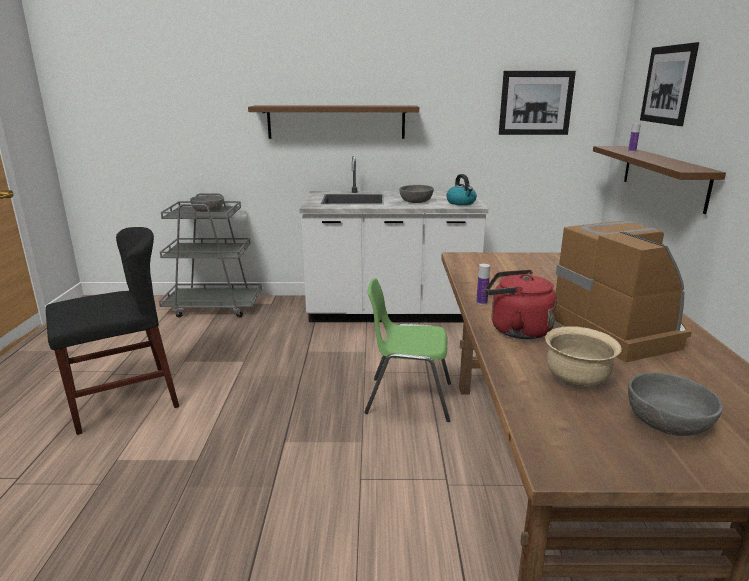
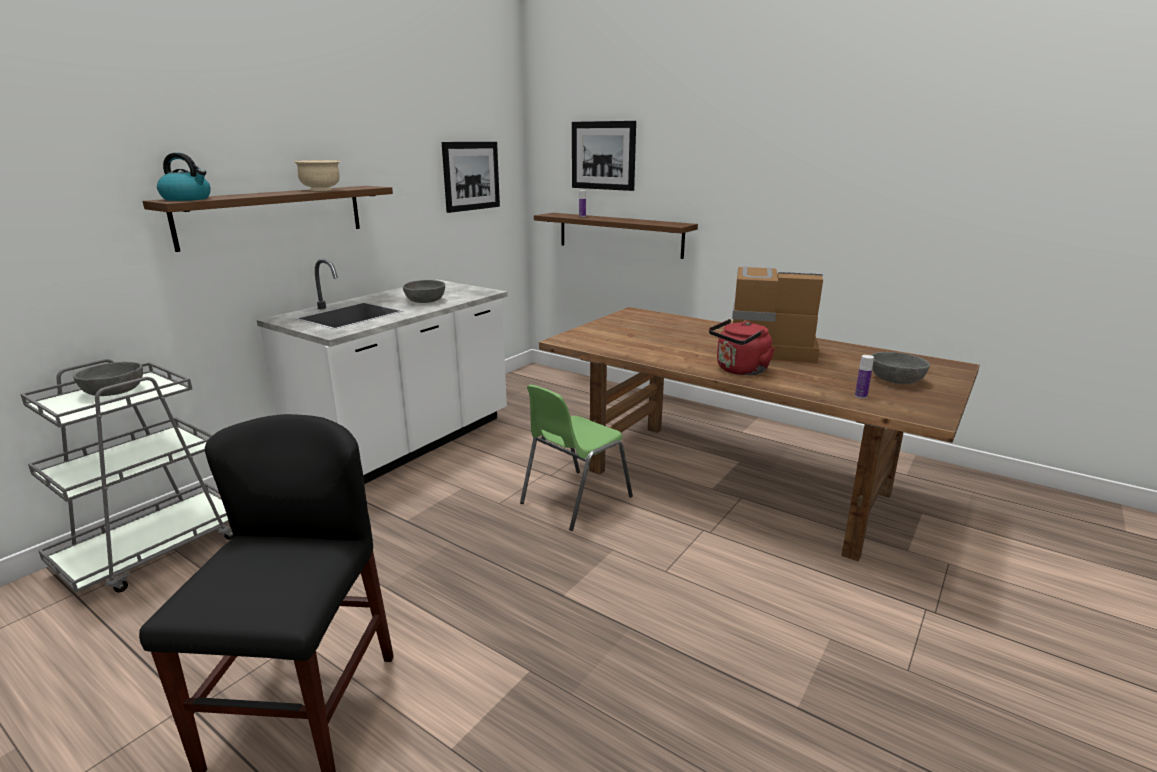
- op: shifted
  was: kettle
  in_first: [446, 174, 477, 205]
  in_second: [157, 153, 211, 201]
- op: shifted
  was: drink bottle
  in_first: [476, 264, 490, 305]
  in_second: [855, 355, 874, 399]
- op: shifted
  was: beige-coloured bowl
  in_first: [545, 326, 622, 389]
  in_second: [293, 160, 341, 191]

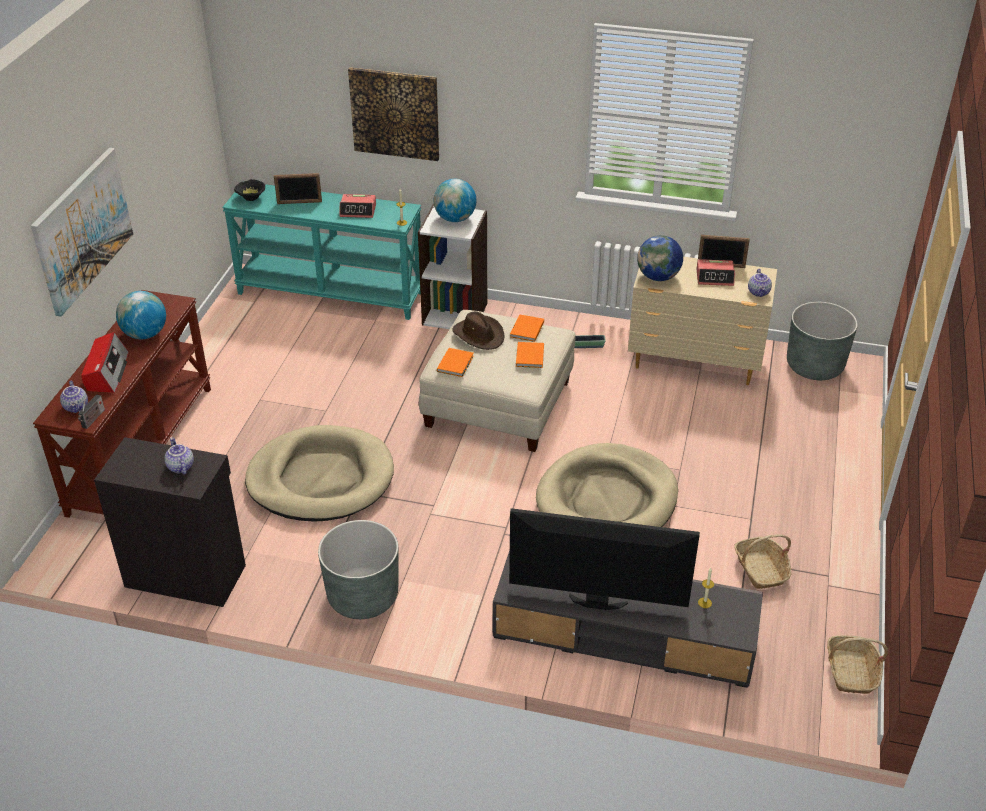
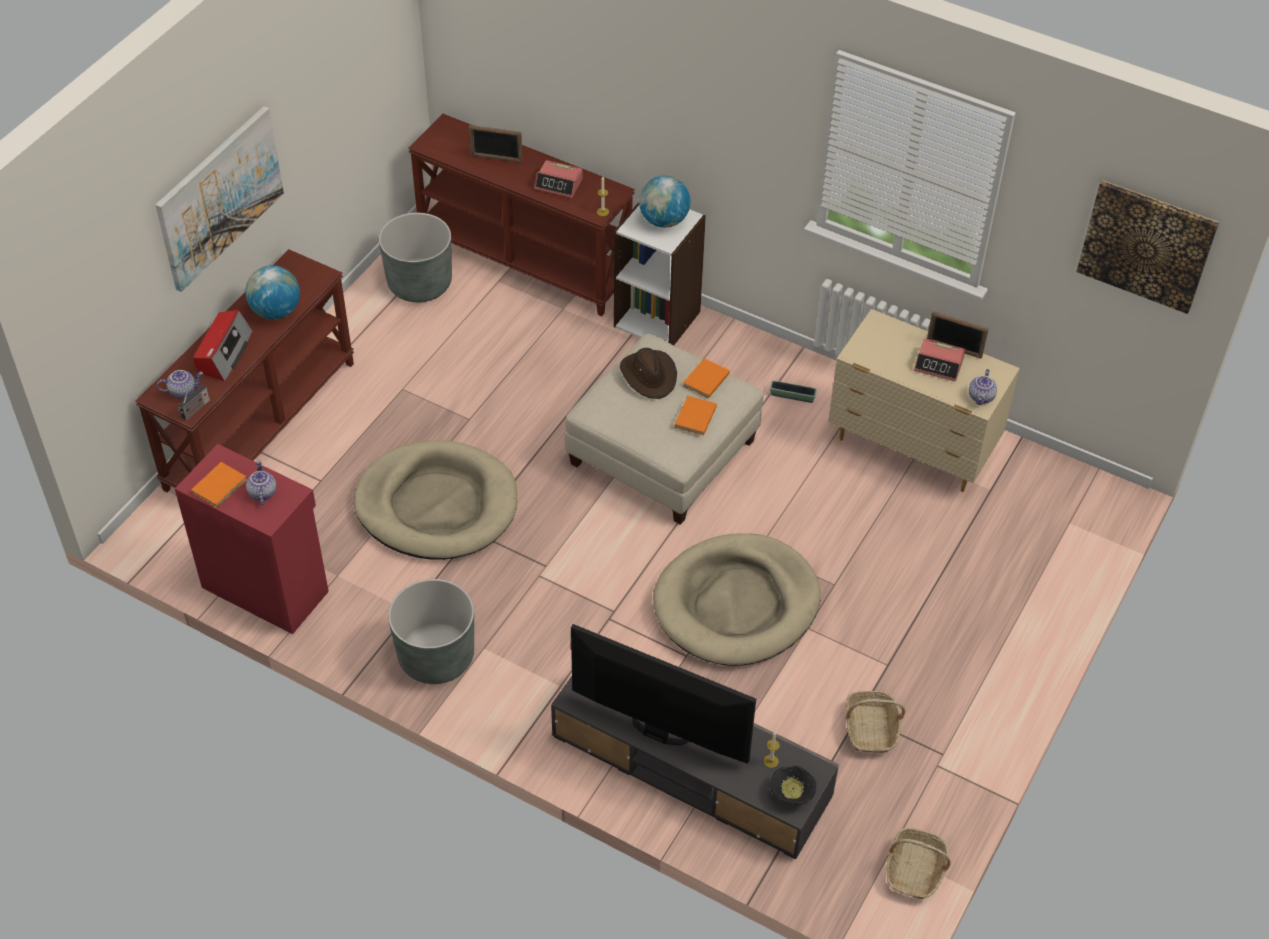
- op: shifted
  was: picture
  in_first: [348, 67, 439, 161]
  in_second: [1076, 180, 1219, 314]
- op: shifted
  was: black-coloured bowl
  in_first: [234, 179, 265, 201]
  in_second: [770, 766, 816, 806]
- op: repainted
  was: turquoise-coloured hall table
  now: brown hall table
  in_first: [222, 181, 421, 320]
  in_second: [408, 114, 635, 316]
- op: gone
  was: globe
  in_first: [637, 235, 683, 281]
- op: shifted
  was: grey flower pot
  in_first: [787, 302, 858, 380]
  in_second: [379, 213, 452, 302]
- op: shifted
  was: orange book
  in_first: [437, 348, 474, 377]
  in_second: [191, 462, 247, 508]
- op: rotated
  was: teapot
  in_first: [60, 381, 88, 413]
  in_second: [157, 370, 203, 398]
  clockwise: -105
- op: repainted
  was: black-coloured cabinet
  now: reddish cabinet
  in_first: [94, 437, 246, 607]
  in_second: [175, 444, 329, 634]

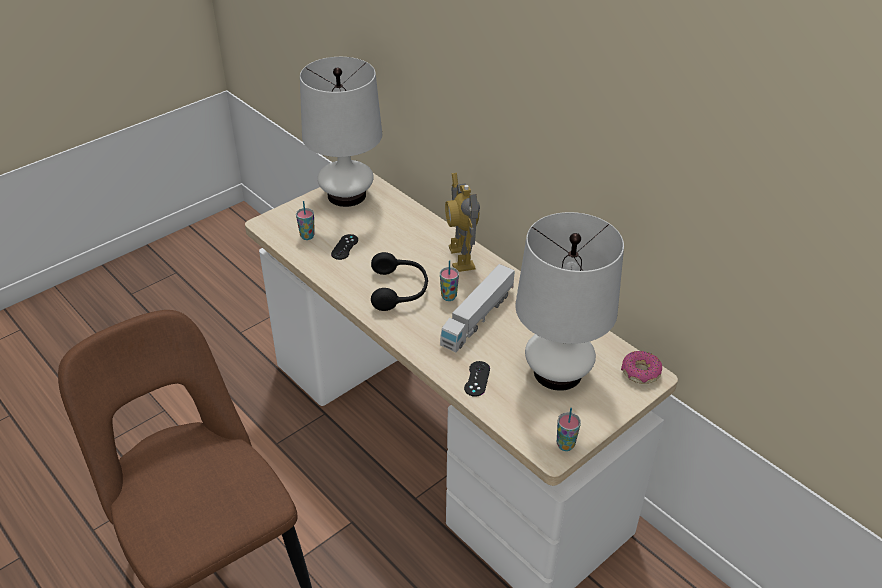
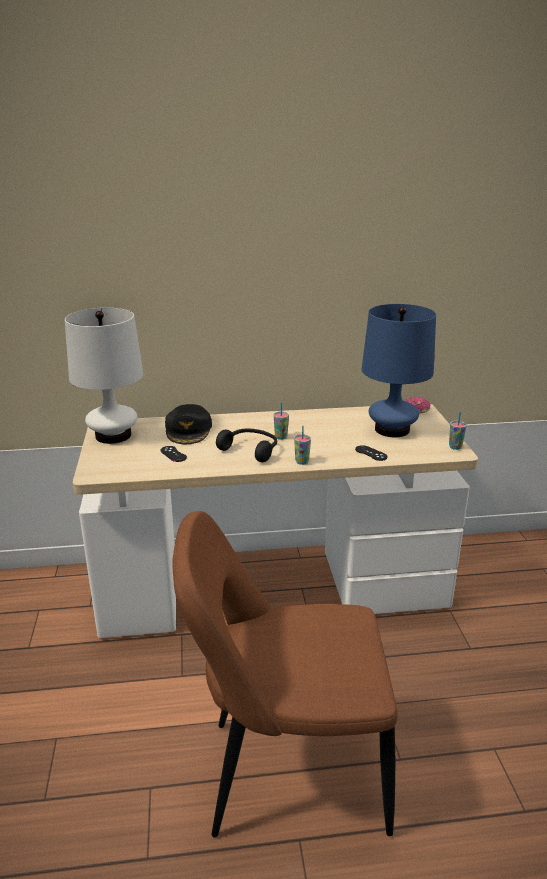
- op: gone
  was: model robot
  in_first: [445, 173, 480, 272]
- op: shifted
  was: small cup
  in_first: [296, 201, 315, 240]
  in_second: [294, 426, 311, 465]
- op: repainted
  was: whitish tabletop lamp
  now: blue tabletop lamp
  in_first: [515, 212, 624, 391]
  in_second: [362, 304, 436, 437]
- op: gone
  was: toy lorry
  in_first: [440, 264, 515, 352]
- op: new
  now: black-coloured baseball cap
  in_second: [165, 404, 212, 444]

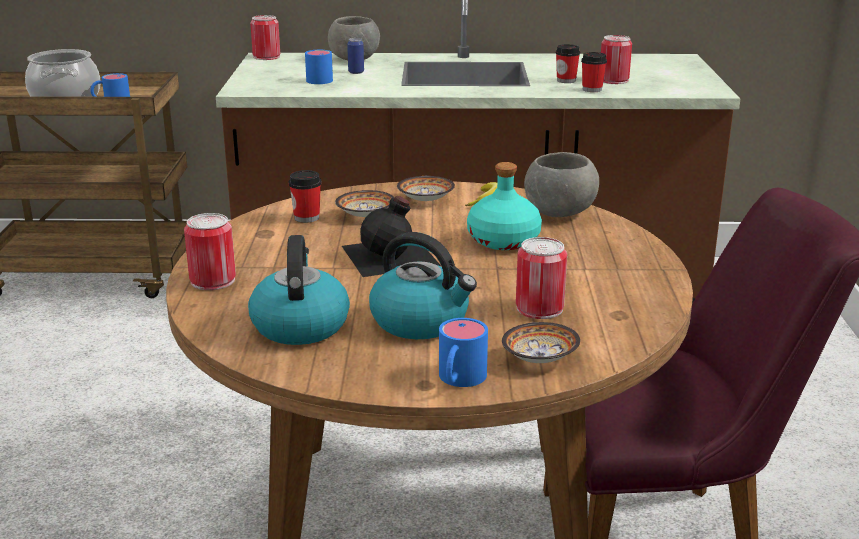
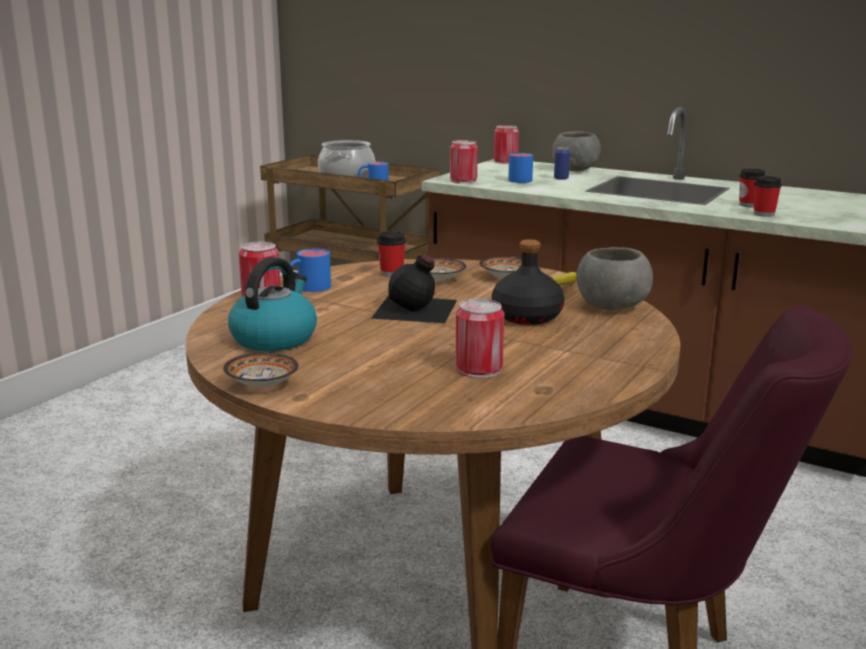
- op: shifted
  was: metal can
  in_first: [601, 35, 632, 84]
  in_second: [450, 140, 478, 183]
- op: repainted
  was: turquoise-coloured drink bottle
  now: black-coloured drink bottle
  in_first: [467, 162, 542, 250]
  in_second: [492, 239, 565, 325]
- op: gone
  was: kettle
  in_first: [369, 232, 477, 339]
- op: shifted
  was: blue mug
  in_first: [439, 318, 488, 387]
  in_second: [289, 249, 331, 292]
- op: shifted
  was: bowl
  in_first: [502, 322, 580, 363]
  in_second: [223, 353, 298, 387]

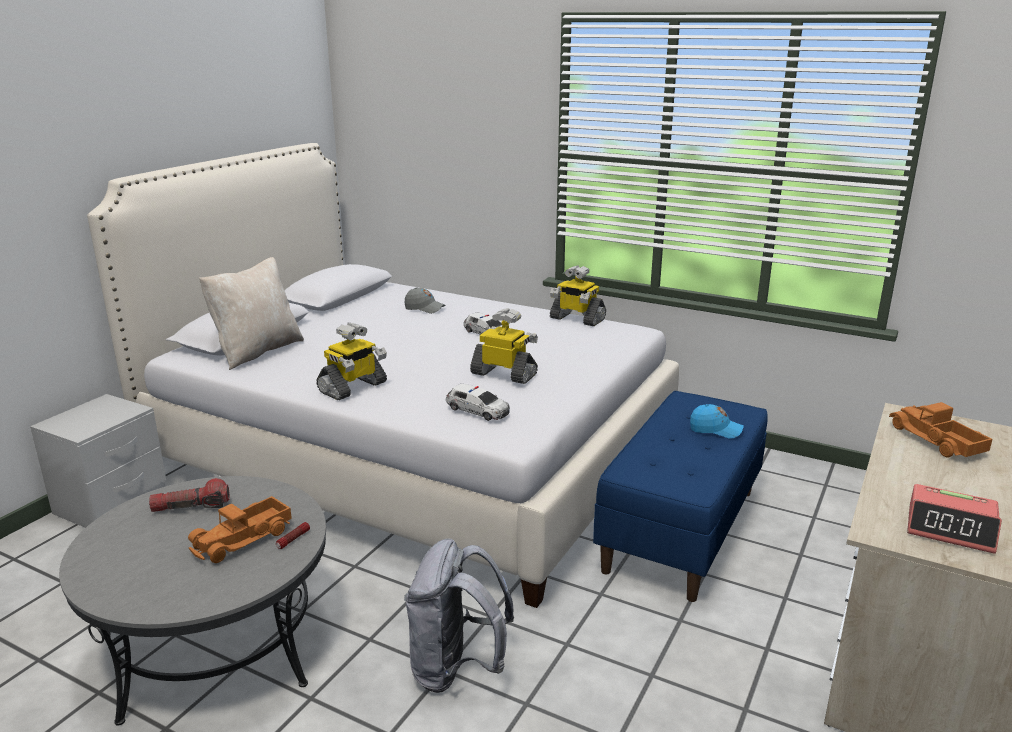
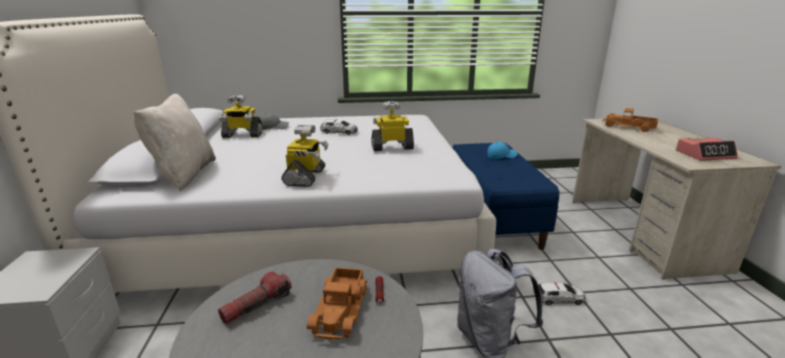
- op: shifted
  was: model robot
  in_first: [550, 265, 606, 326]
  in_second: [219, 95, 263, 138]
- op: shifted
  was: miniature car
  in_first: [446, 384, 510, 421]
  in_second: [534, 282, 586, 305]

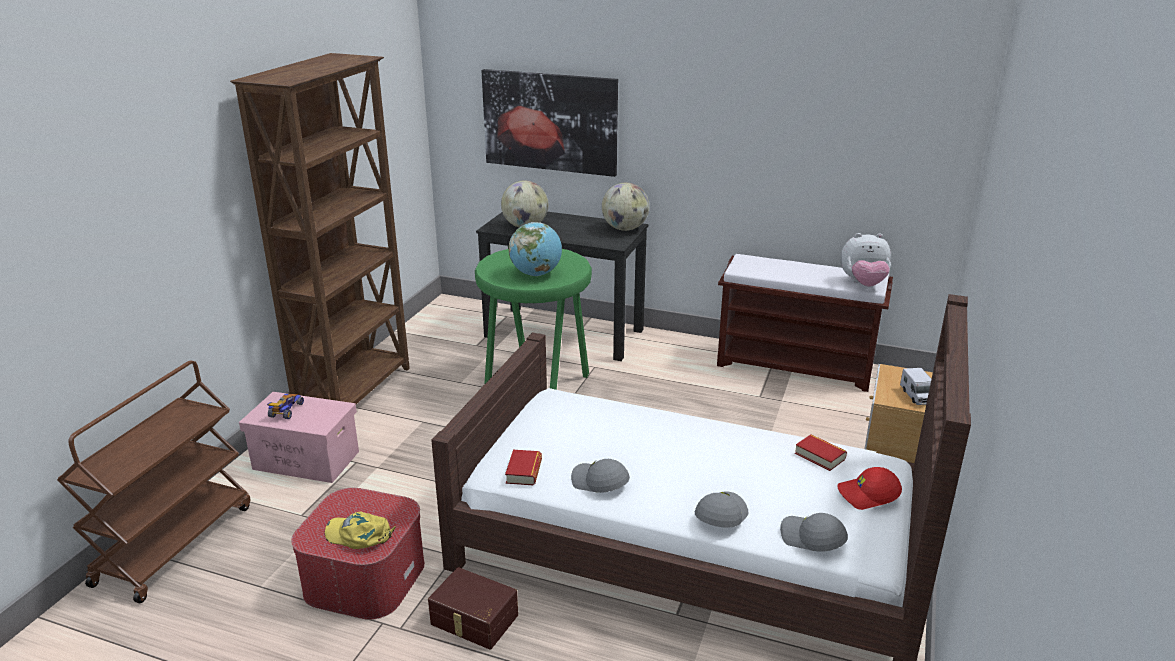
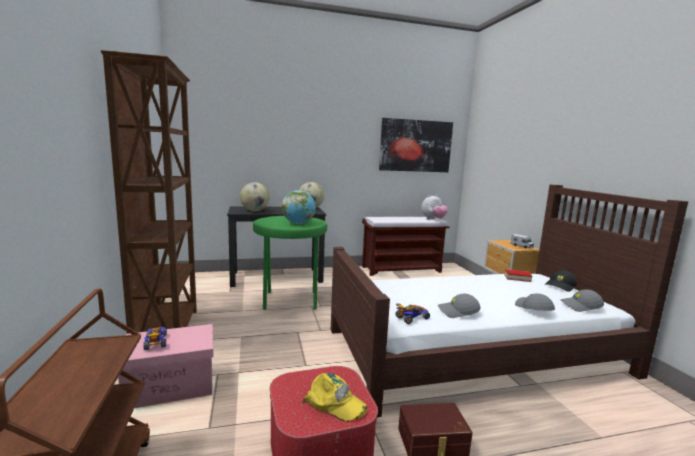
- op: shifted
  was: picture
  in_first: [481, 69, 618, 177]
  in_second: [379, 118, 453, 172]
- op: swapped
  was: book
  now: miniature car
  in_first: [505, 450, 542, 485]
  in_second: [395, 303, 430, 324]
- op: repainted
  was: reddish baseball cap
  now: black-coloured baseball cap
  in_first: [837, 467, 902, 510]
  in_second: [545, 270, 577, 292]
- op: rotated
  was: yellowish baseball cap
  in_first: [325, 512, 396, 549]
  in_second: [302, 373, 367, 422]
  clockwise: -135

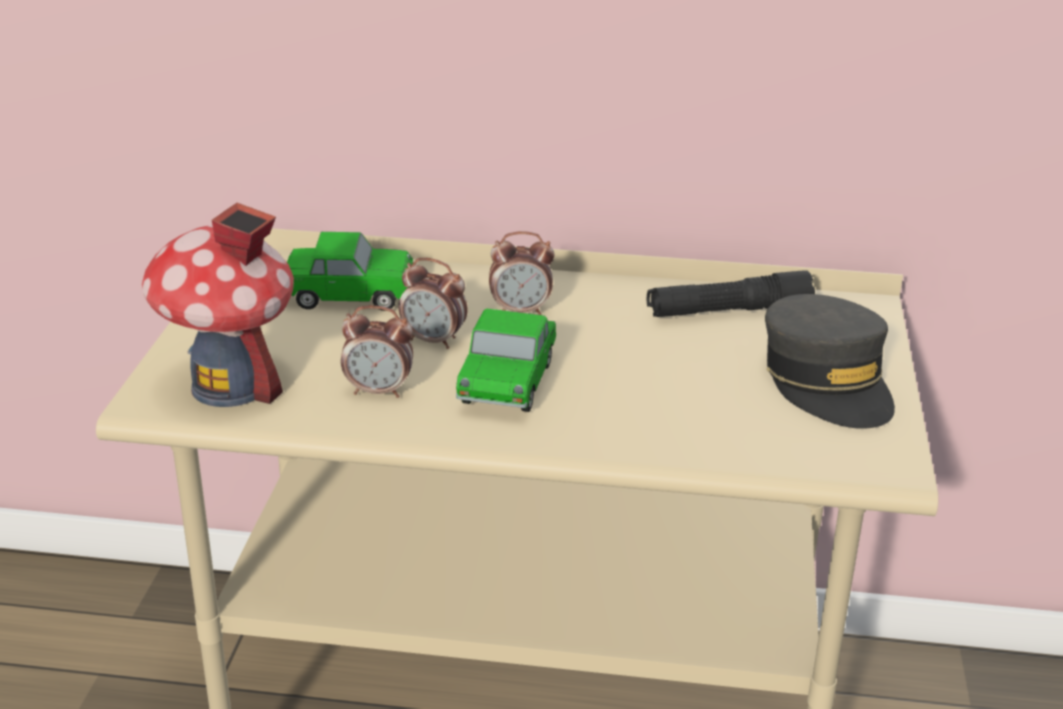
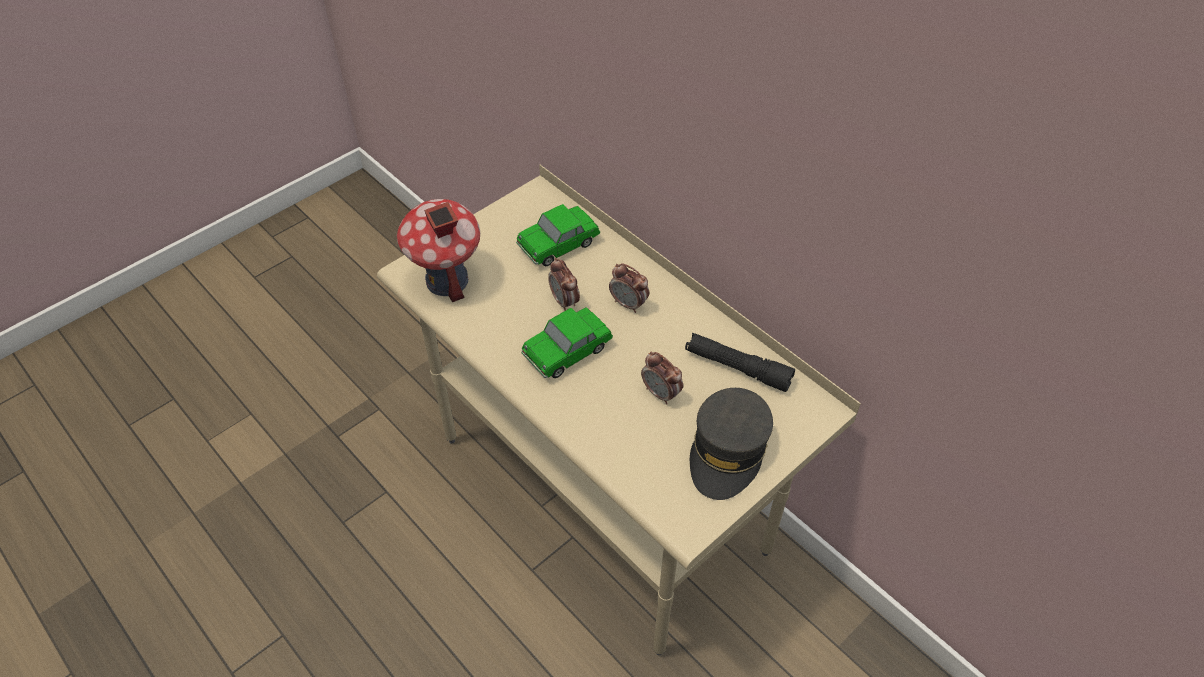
- op: rotated
  was: miniature car
  in_first: [287, 232, 414, 311]
  in_second: [516, 204, 600, 266]
  clockwise: 105
- op: shifted
  was: table clock
  in_first: [341, 305, 413, 398]
  in_second: [641, 352, 683, 405]

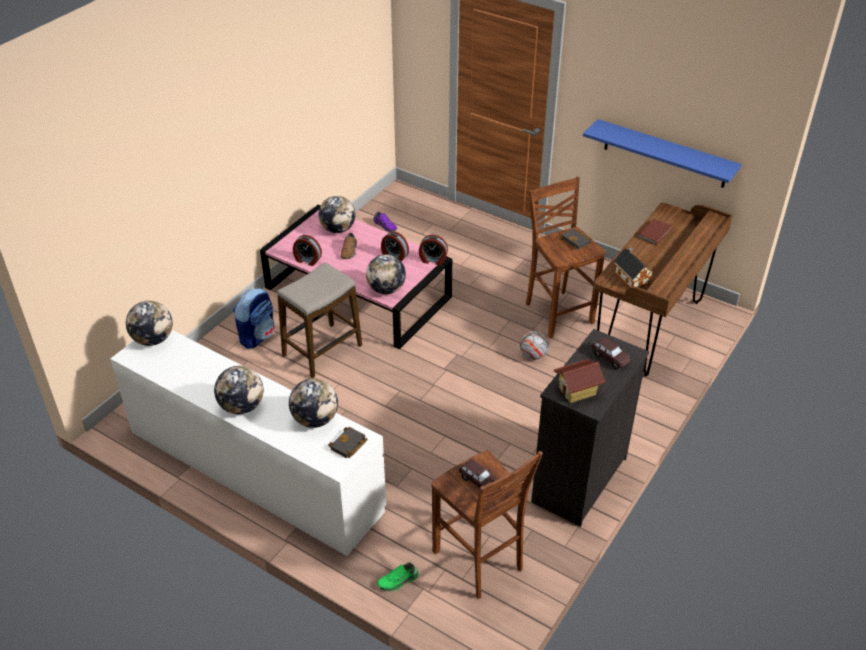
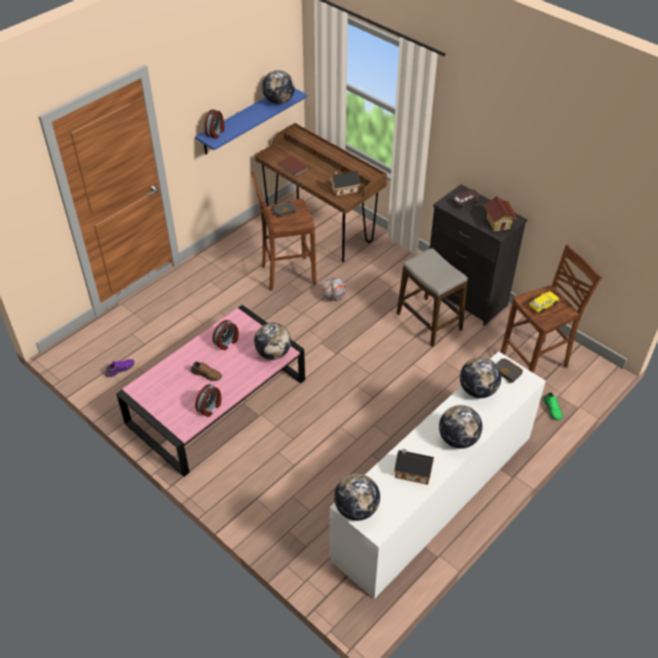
- op: shifted
  was: globe
  in_first: [319, 196, 355, 233]
  in_second: [262, 70, 295, 104]
- op: shifted
  was: table clock
  in_first: [419, 235, 448, 265]
  in_second: [204, 109, 224, 139]
- op: shifted
  was: stool
  in_first: [277, 262, 362, 378]
  in_second: [397, 248, 468, 347]
- op: gone
  was: backpack
  in_first: [233, 288, 275, 349]
- op: repainted
  was: brown miniature car
  now: yellowish miniature car
  in_first: [459, 459, 498, 488]
  in_second: [529, 291, 559, 313]
- op: new
  now: toy house
  in_second: [394, 449, 434, 485]

